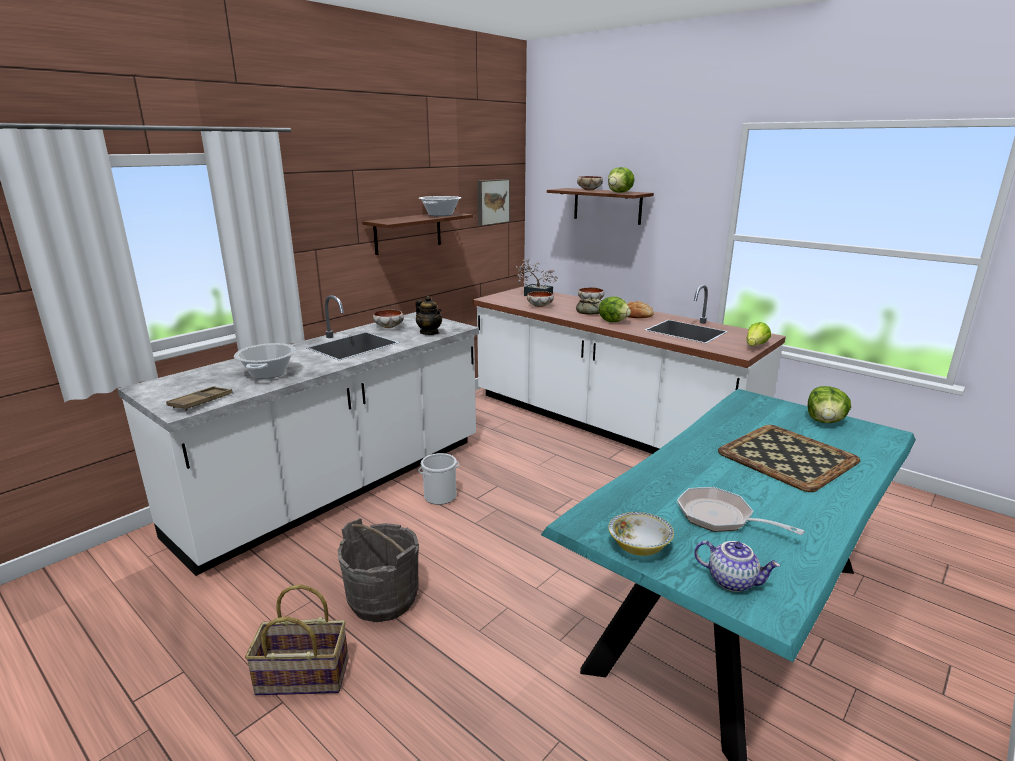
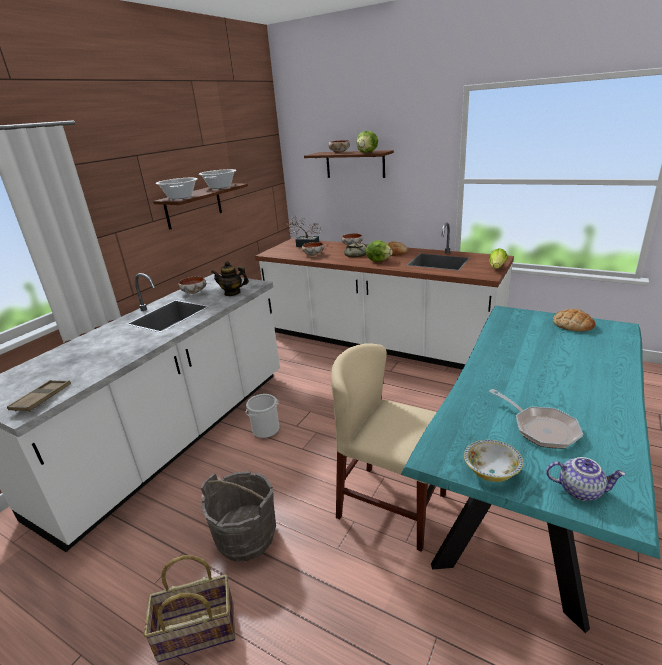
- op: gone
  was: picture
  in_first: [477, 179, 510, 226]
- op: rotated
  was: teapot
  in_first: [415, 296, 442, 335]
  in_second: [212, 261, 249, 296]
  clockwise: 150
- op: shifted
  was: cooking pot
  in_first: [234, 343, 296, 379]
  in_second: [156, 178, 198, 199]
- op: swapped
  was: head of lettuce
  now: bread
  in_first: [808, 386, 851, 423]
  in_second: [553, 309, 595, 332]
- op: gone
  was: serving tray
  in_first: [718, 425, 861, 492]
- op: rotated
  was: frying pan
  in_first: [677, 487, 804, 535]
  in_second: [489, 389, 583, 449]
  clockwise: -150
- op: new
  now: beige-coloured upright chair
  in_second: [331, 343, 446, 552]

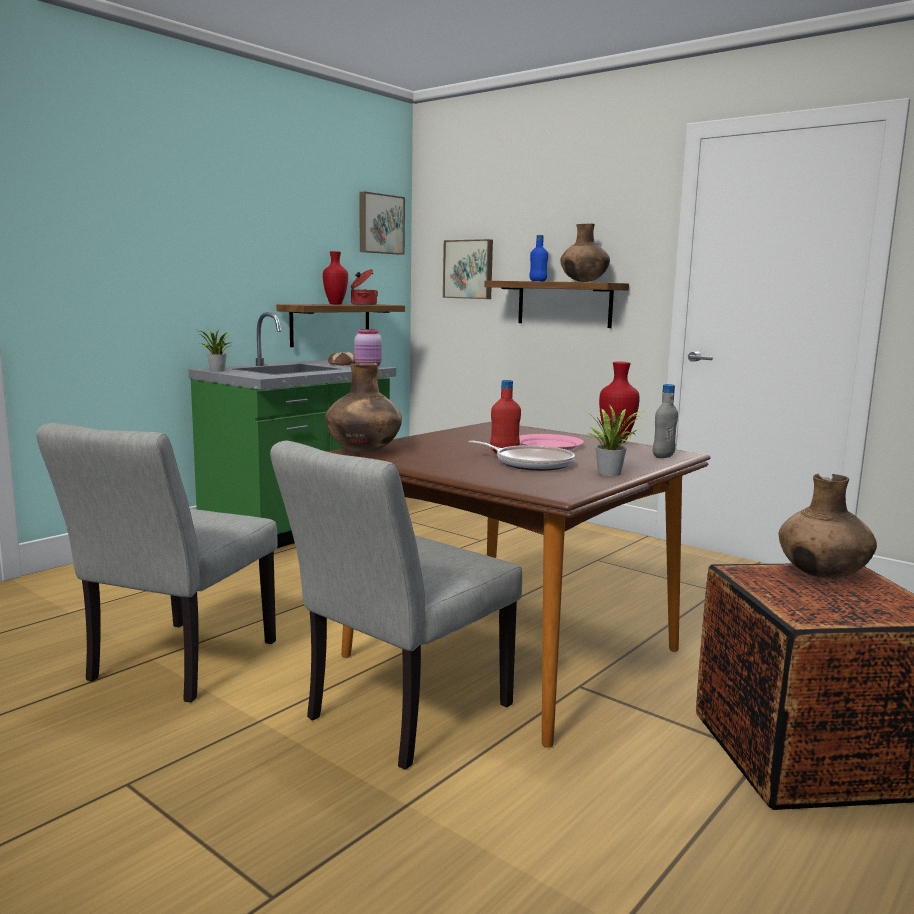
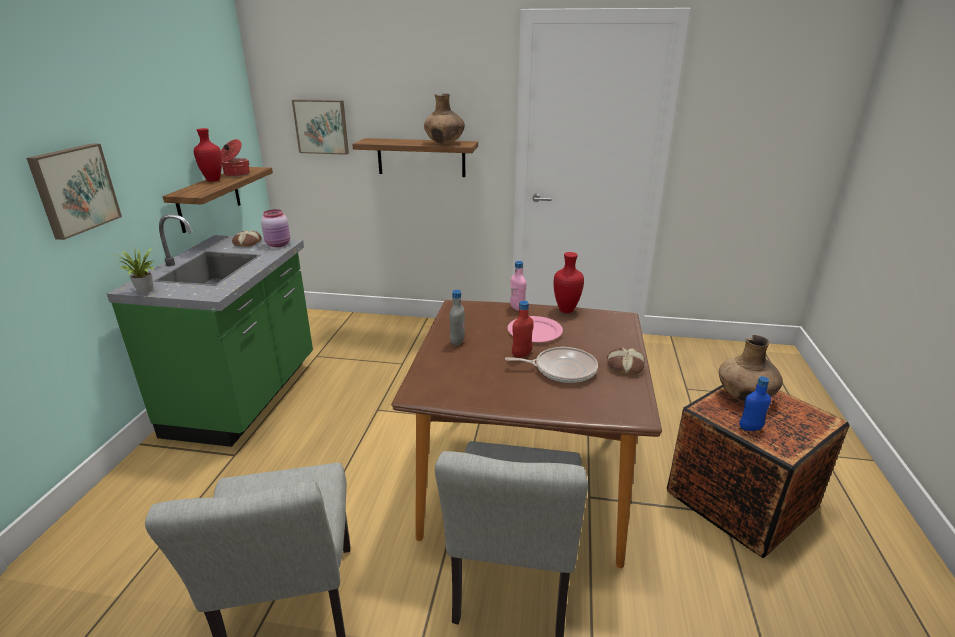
- op: shifted
  was: picture
  in_first: [360, 191, 405, 255]
  in_second: [26, 143, 122, 240]
- op: shifted
  was: blue drink bottle
  in_first: [529, 235, 548, 281]
  in_second: [739, 376, 771, 431]
- op: gone
  was: brown flower vase
  in_first: [325, 363, 402, 452]
- op: shifted
  was: grey drink bottle
  in_first: [653, 384, 678, 458]
  in_second: [450, 290, 465, 346]
- op: swapped
  was: potted plant
  now: bread
  in_first: [587, 404, 646, 476]
  in_second: [607, 347, 645, 375]
- op: new
  now: pink drink bottle
  in_second: [510, 261, 526, 311]

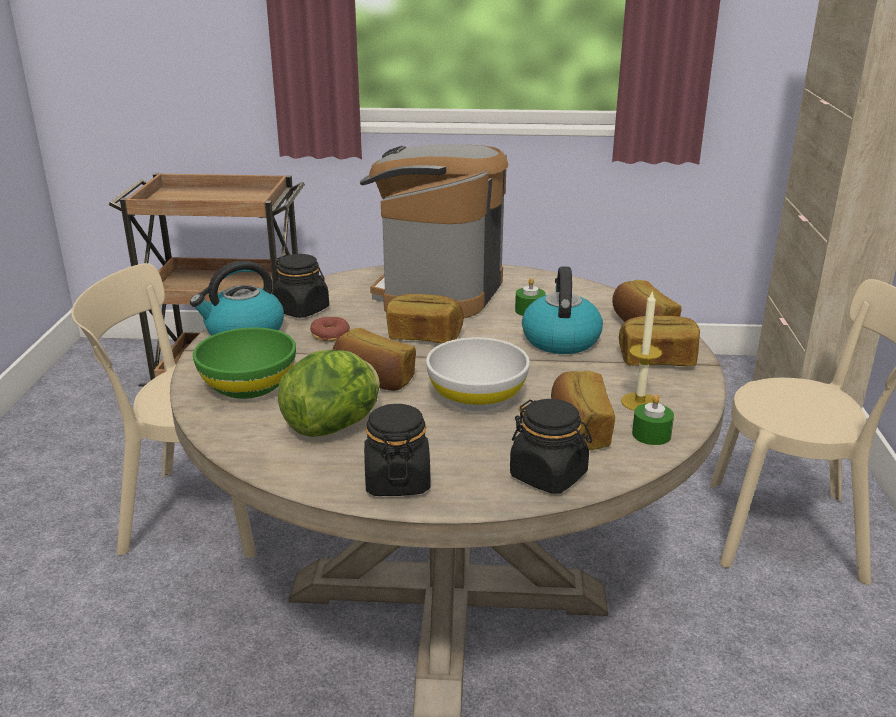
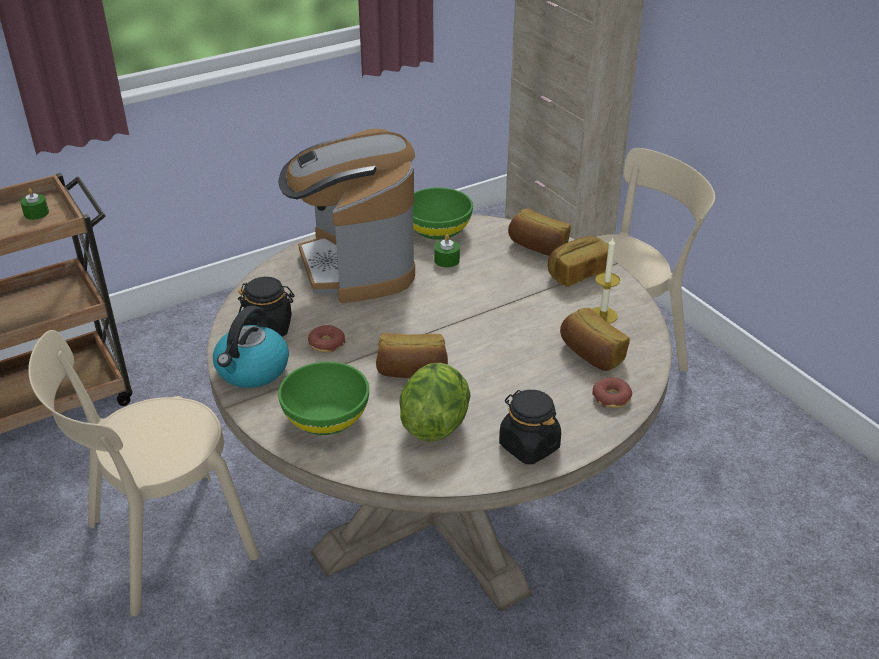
- op: gone
  was: kettle
  in_first: [522, 266, 603, 354]
- op: gone
  was: bread
  in_first: [386, 294, 464, 343]
- op: gone
  was: whitish bowl
  in_first: [426, 337, 530, 411]
- op: shifted
  was: green-coloured wax candle
  in_first: [632, 394, 674, 445]
  in_second: [20, 188, 49, 220]
- op: swapped
  was: black-coloured storage jar
  now: ring doughnut
  in_first: [510, 399, 592, 494]
  in_second: [592, 377, 632, 408]
- op: new
  now: green-coloured bowl
  in_second: [413, 188, 473, 240]

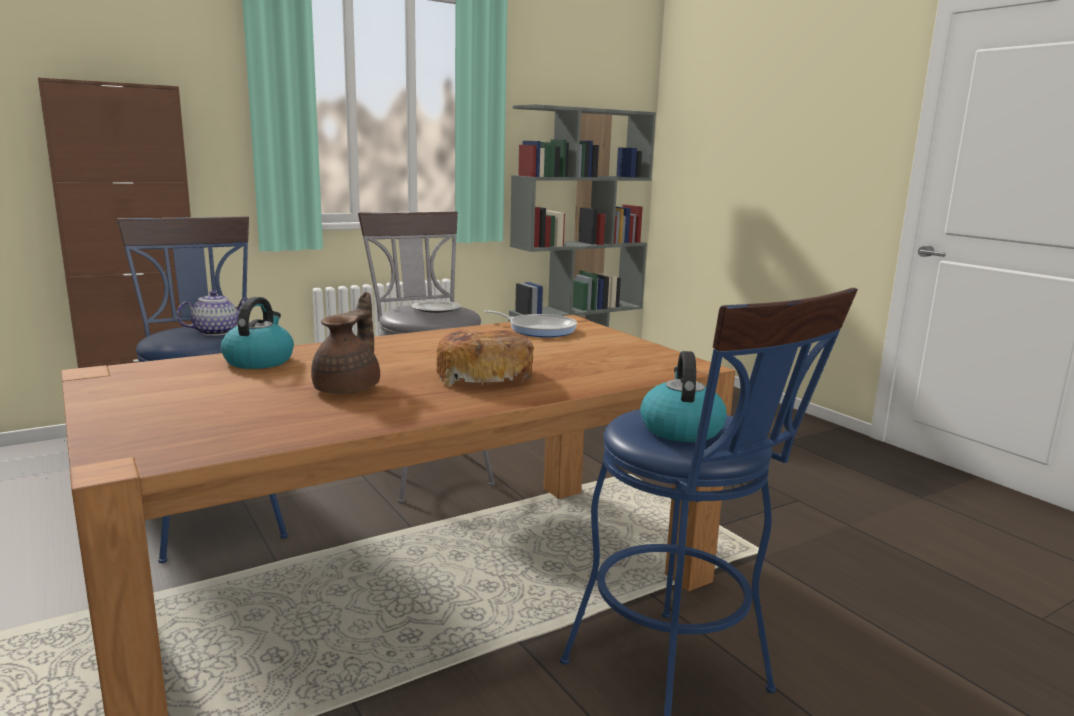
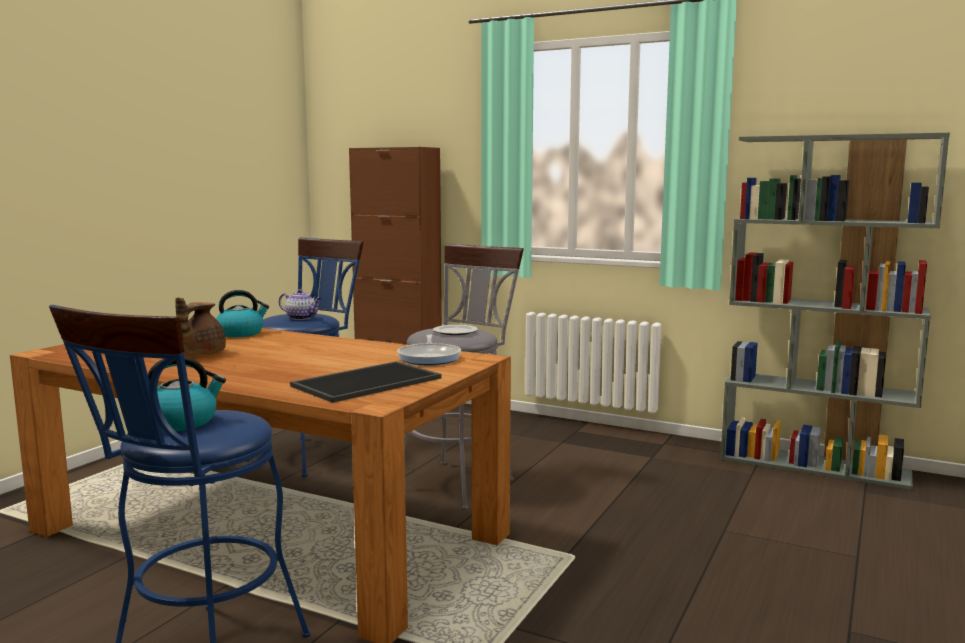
- op: rotated
  was: brown teapot
  in_first: [311, 292, 380, 394]
  in_second: [175, 297, 226, 355]
  clockwise: 120
- op: gone
  was: bread
  in_first: [437, 329, 534, 385]
- op: new
  now: serving tray
  in_second: [290, 361, 441, 403]

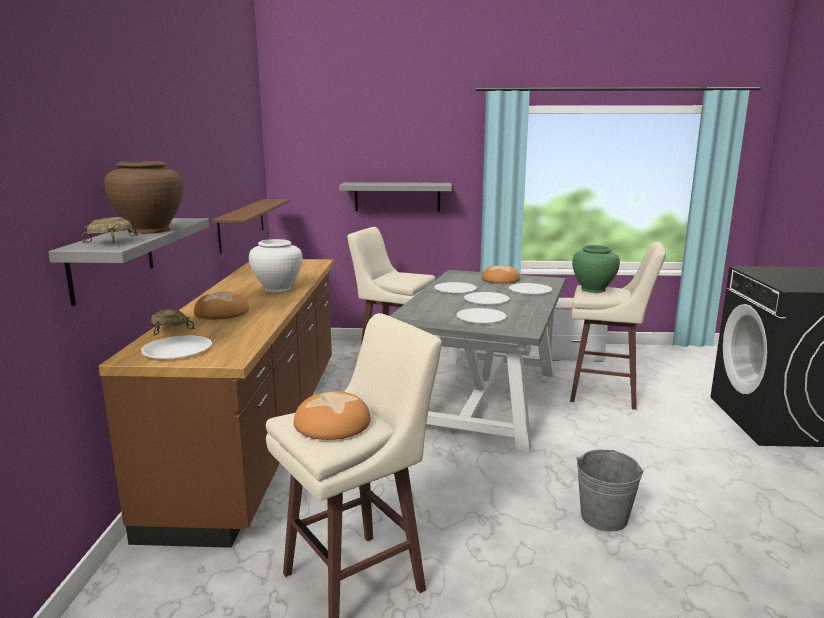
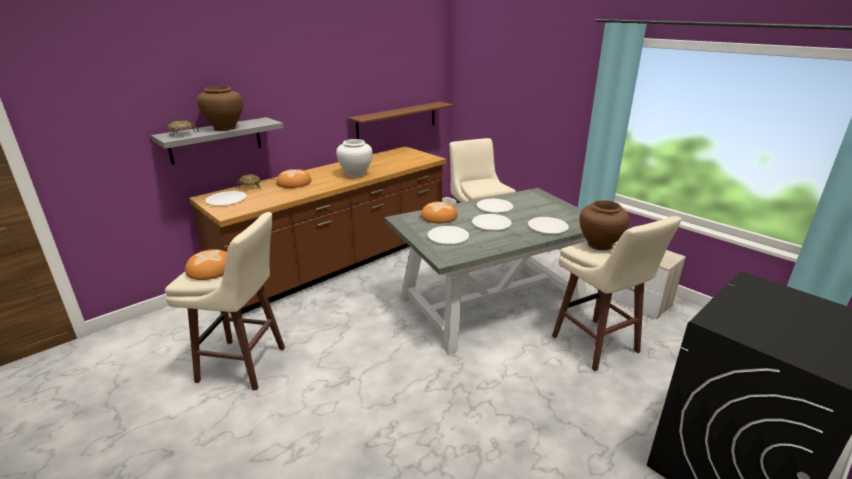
- op: gone
  was: grey wall shelf
  in_first: [339, 182, 452, 212]
- op: repainted
  was: green-coloured flower vase
  now: brown flower vase
  in_first: [572, 245, 620, 293]
  in_second: [580, 200, 629, 250]
- op: shifted
  was: bread
  in_first: [482, 265, 520, 284]
  in_second: [421, 202, 458, 223]
- op: gone
  was: grey bucket
  in_first: [576, 450, 644, 531]

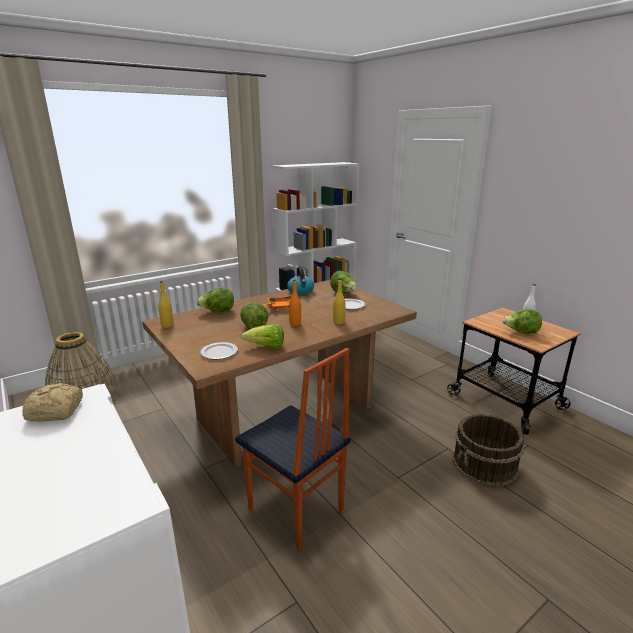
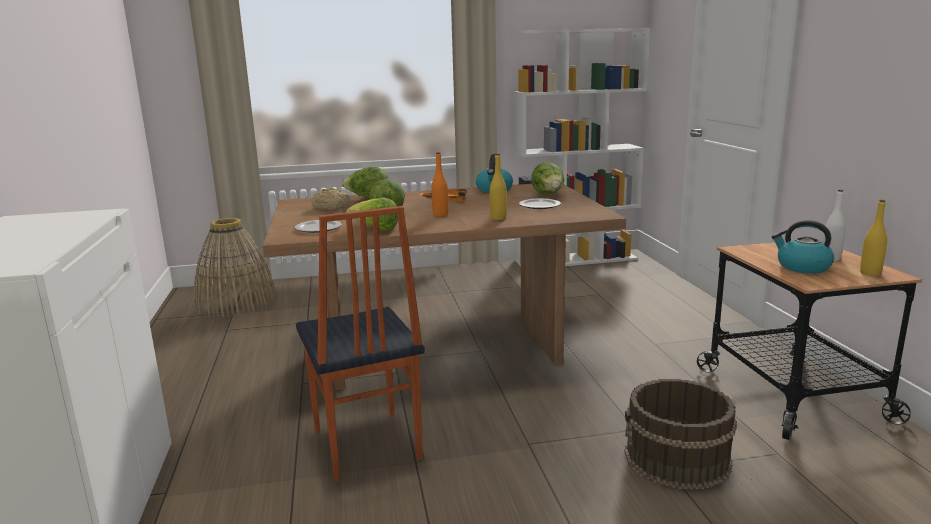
- op: shifted
  was: yellowish drink bottle
  in_first: [158, 281, 173, 328]
  in_second: [860, 200, 887, 276]
- op: swapped
  was: head of lettuce
  now: kettle
  in_first: [502, 309, 542, 334]
  in_second: [772, 220, 834, 274]
- op: shifted
  was: bread
  in_first: [22, 383, 83, 422]
  in_second: [311, 188, 350, 210]

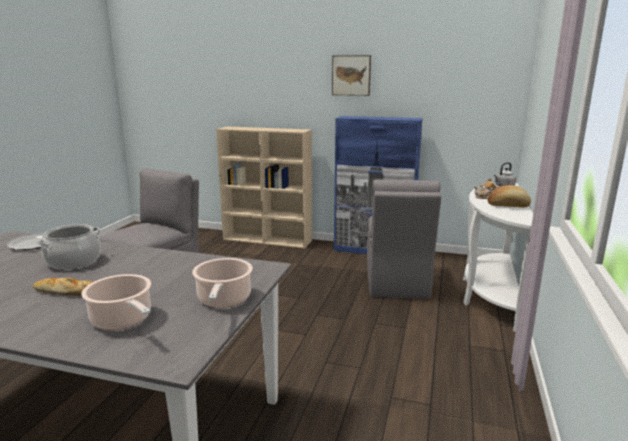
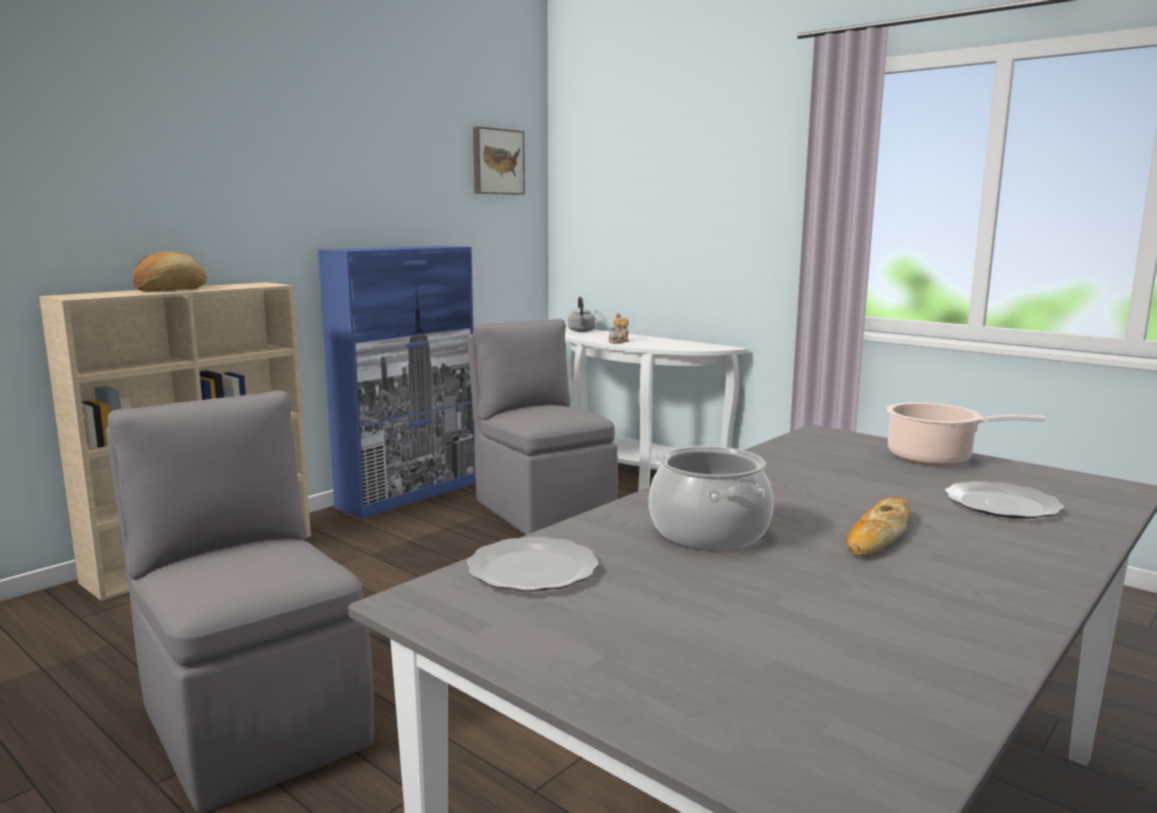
- op: shifted
  was: picture
  in_first: [332, 55, 371, 96]
  in_second: [473, 127, 525, 195]
- op: rotated
  was: grey upright chair
  in_first: [367, 179, 441, 299]
  in_second: [467, 319, 618, 535]
  clockwise: -150
- op: shifted
  was: bread
  in_first: [488, 185, 531, 207]
  in_second: [133, 252, 207, 291]
- op: swapped
  was: cooking pot
  now: flat dish
  in_first: [81, 274, 151, 330]
  in_second: [944, 481, 1064, 519]

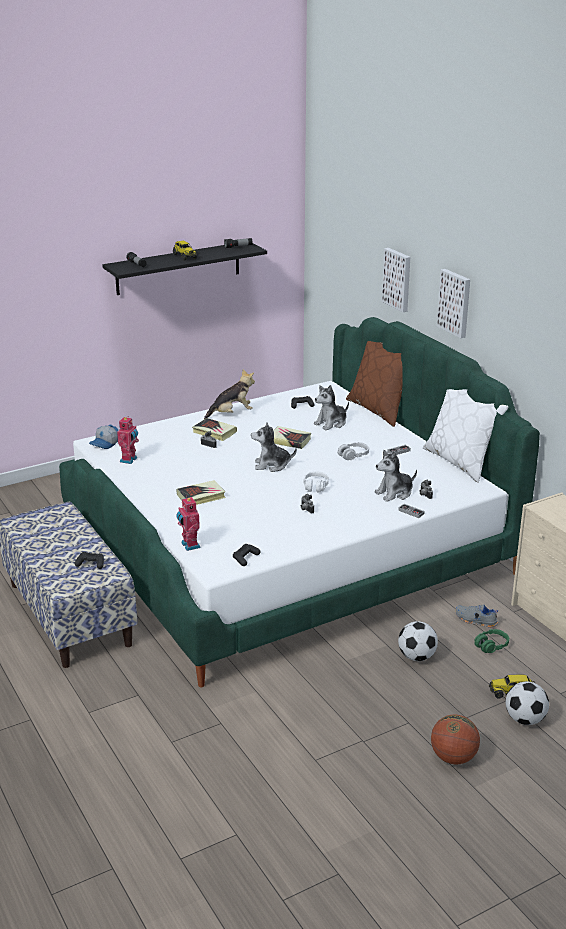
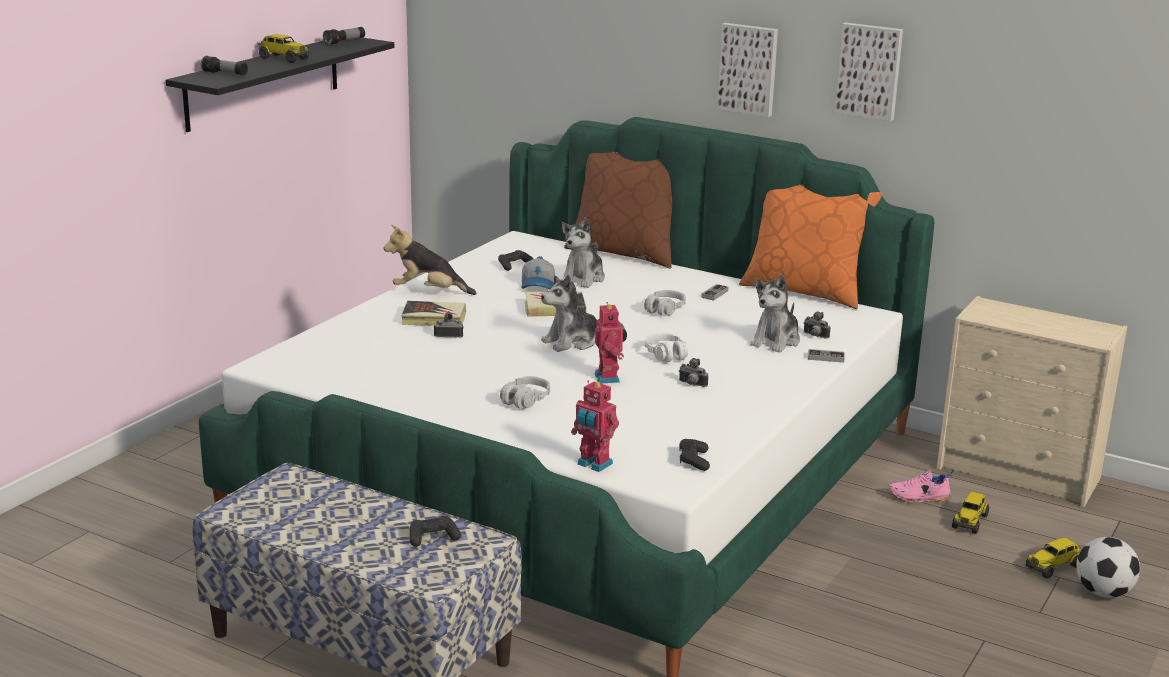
- op: shifted
  was: picture
  in_first: [382, 248, 410, 312]
  in_second: [835, 22, 903, 121]
- op: rotated
  was: cuddly toy
  in_first: [204, 369, 255, 419]
  in_second: [384, 225, 476, 295]
  clockwise: -120
- op: repainted
  was: whitish pillow
  now: orange pillow
  in_first: [423, 389, 508, 483]
  in_second: [739, 185, 883, 309]
- op: shifted
  was: model robot
  in_first: [117, 417, 139, 464]
  in_second: [594, 302, 627, 384]
- op: shifted
  was: baseball cap
  in_first: [89, 425, 119, 449]
  in_second: [522, 256, 555, 290]
- op: swapped
  was: book
  now: grey headset
  in_first: [177, 480, 226, 505]
  in_second: [500, 376, 550, 409]
- op: repainted
  was: grey item of footwear
  now: pink item of footwear
  in_first: [456, 604, 498, 628]
  in_second: [888, 471, 952, 504]
- op: gone
  was: football
  in_first: [398, 621, 438, 661]
- op: swapped
  was: green-coloured headset
  now: toy lorry
  in_first: [475, 629, 509, 653]
  in_second: [952, 492, 989, 534]
- op: gone
  was: ball for basketball
  in_first: [431, 714, 480, 764]

